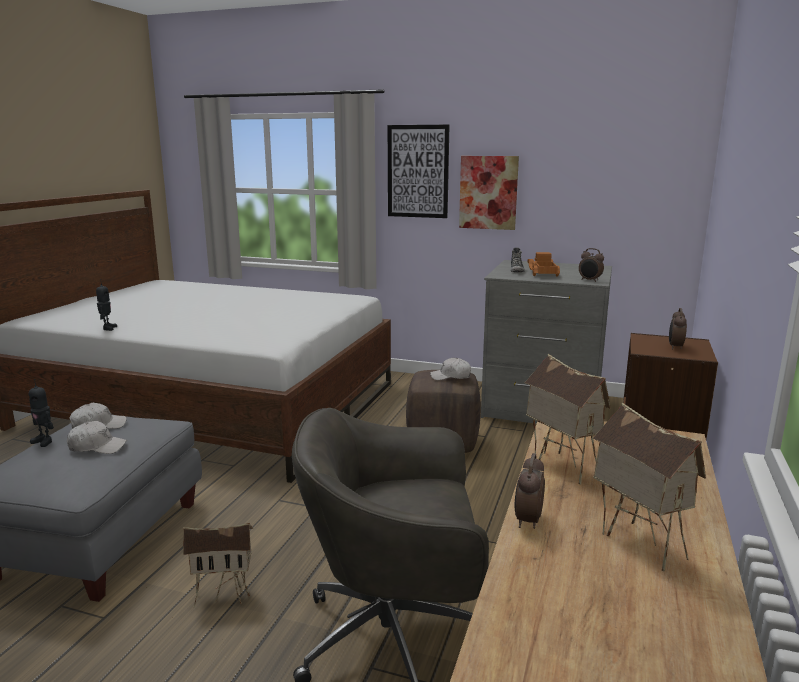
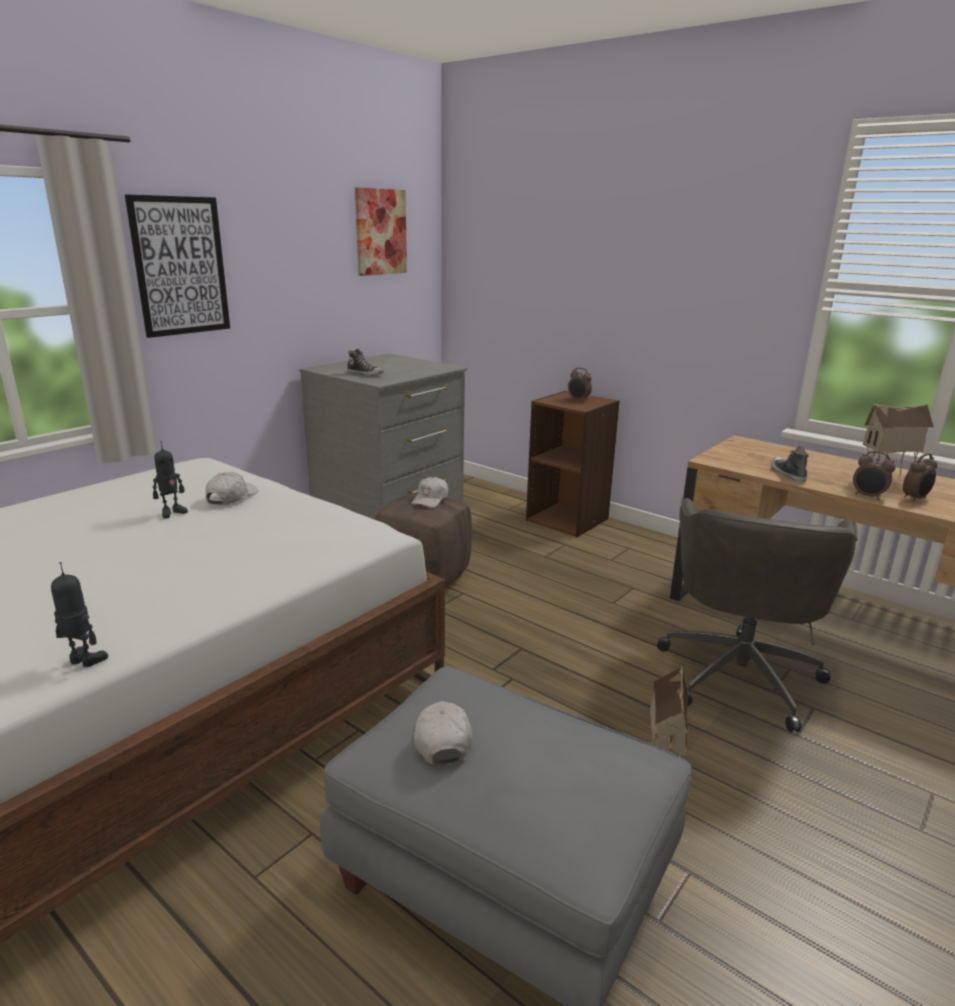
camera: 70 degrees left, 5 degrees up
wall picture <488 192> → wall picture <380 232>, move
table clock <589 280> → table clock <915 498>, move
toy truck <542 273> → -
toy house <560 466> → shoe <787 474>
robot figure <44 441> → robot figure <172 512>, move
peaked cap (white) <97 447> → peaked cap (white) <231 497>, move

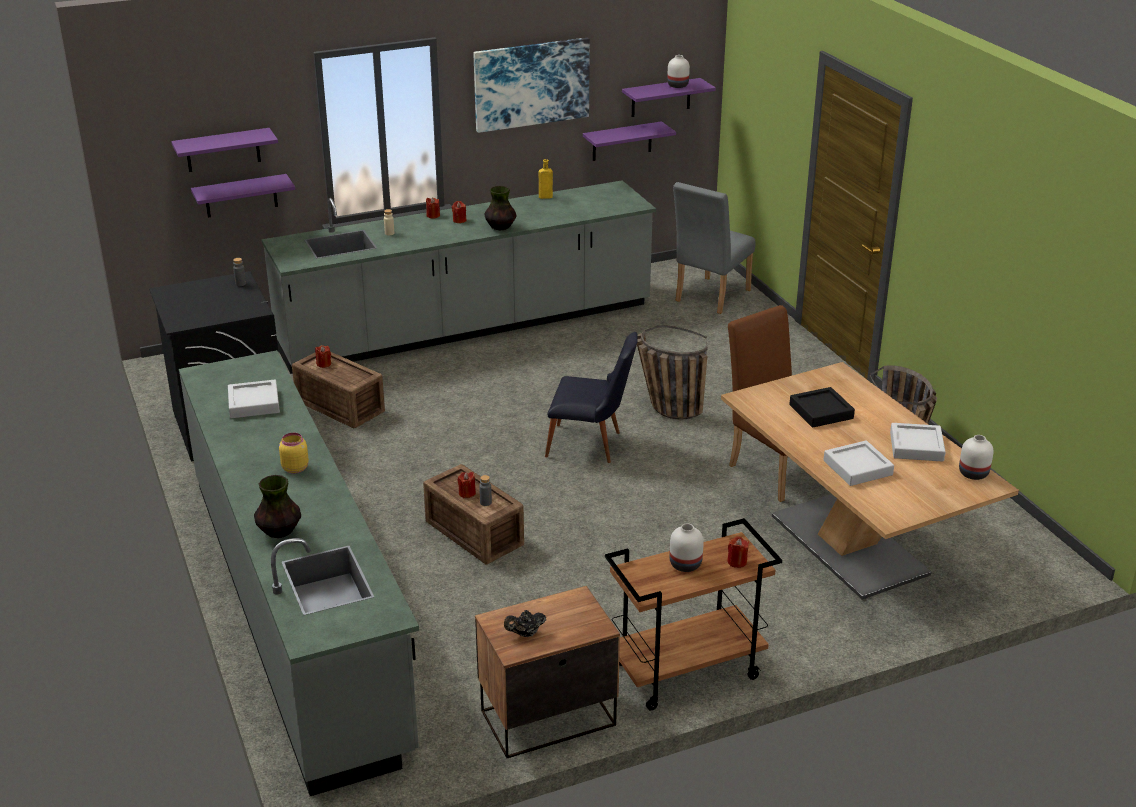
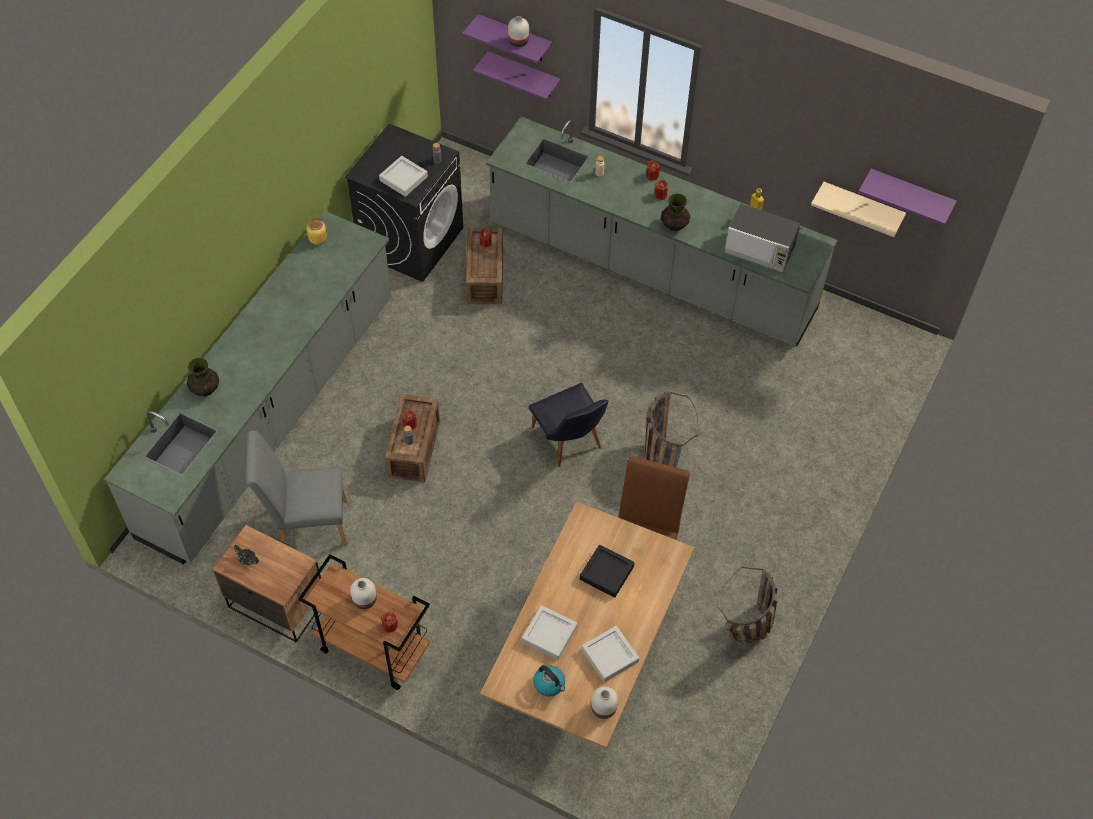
camera: 50 degrees right, 25 degrees up
wall picture <531 84> → -
vase (white) <677 85> → vase (white) <518 41>, move
bracket shelf (purplish) <622 141> → bracket shelf (beige) <861 207>
chair (greyish) <709 297> → chair (greyish) <307 524>, move
tray (greyish) <254 403> → tray (greyish) <403 179>, move
jar (yellow) <295 468> → jar (yellow) <318 239>, move
- → kitchen microwave <759 250>
- → kettle <549 684>

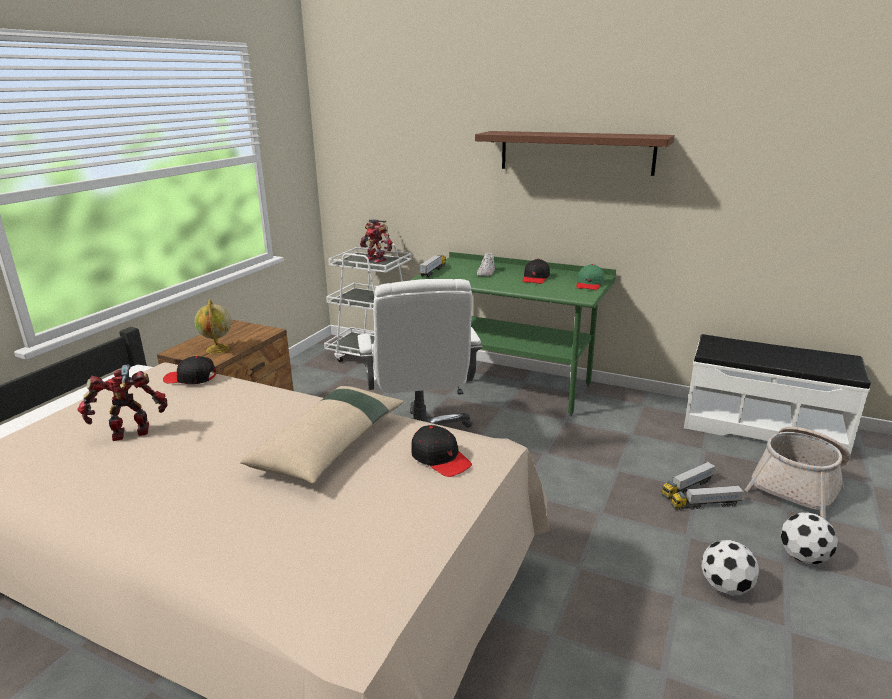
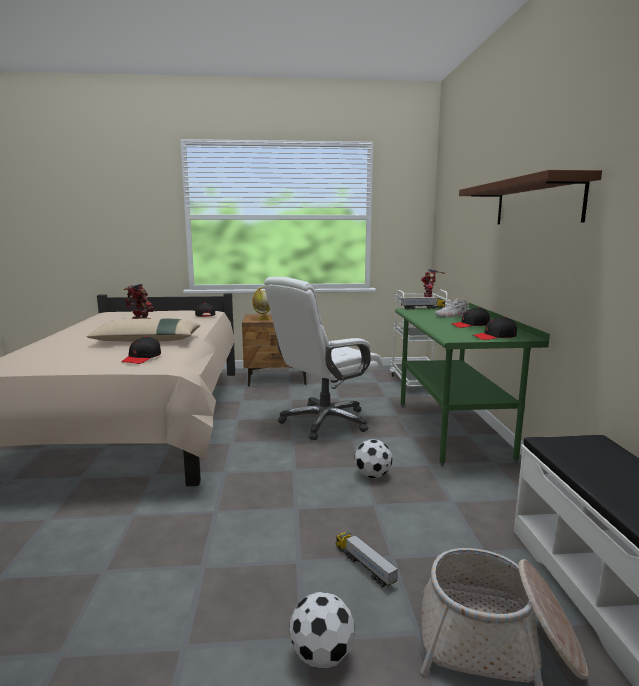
camera: 60 degrees right, 10 degrees down
peaked cap (green-coloured) <589 284> → peaked cap (blackish) <495 337>
toy truck <687 487> → -
ball for football <725 586> → ball for football <373 475>, move

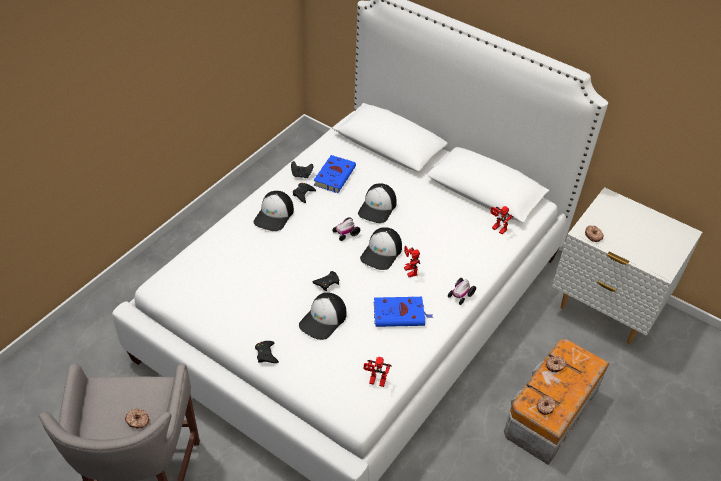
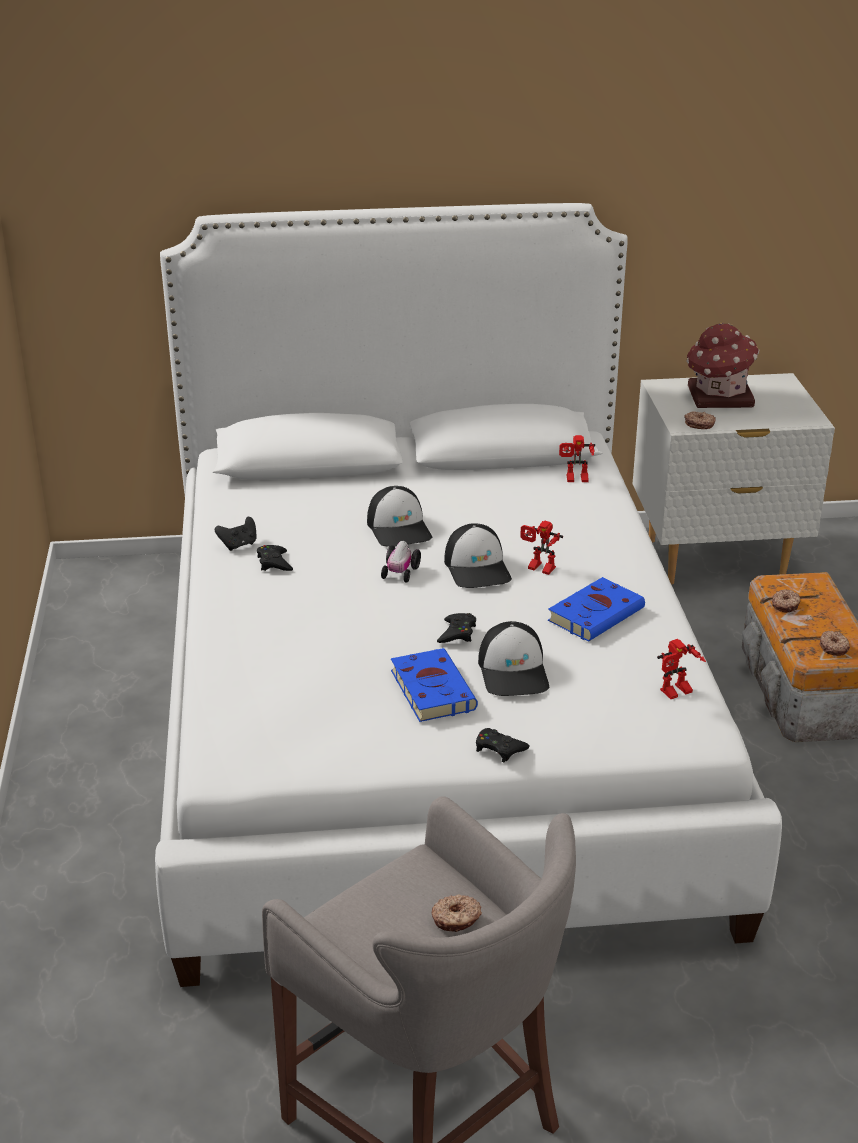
camera: 40 degrees left, 15 degrees down
book (blue) <335 175> → book (blue) <431 689>, move
peaked cap <274 215> → -
toy car <460 295> → -
- → toy house <718 397>

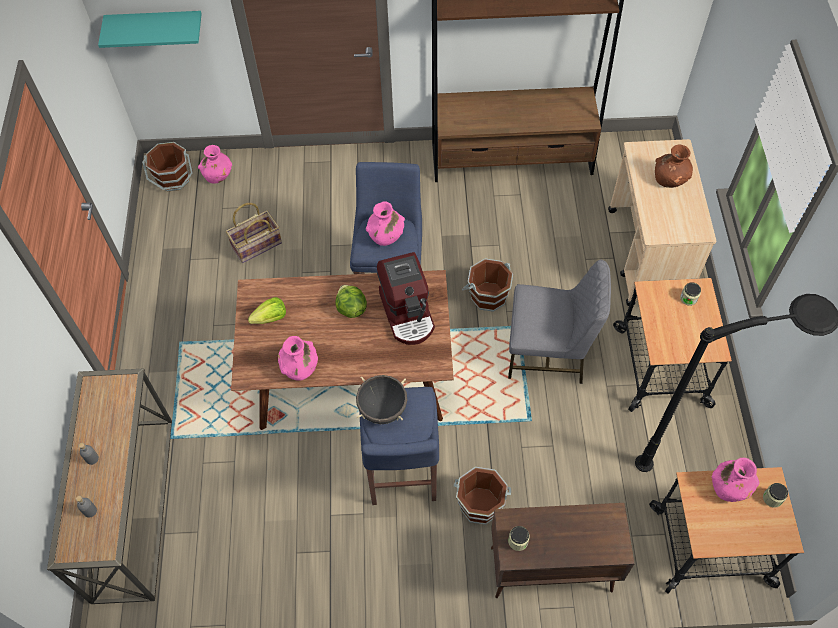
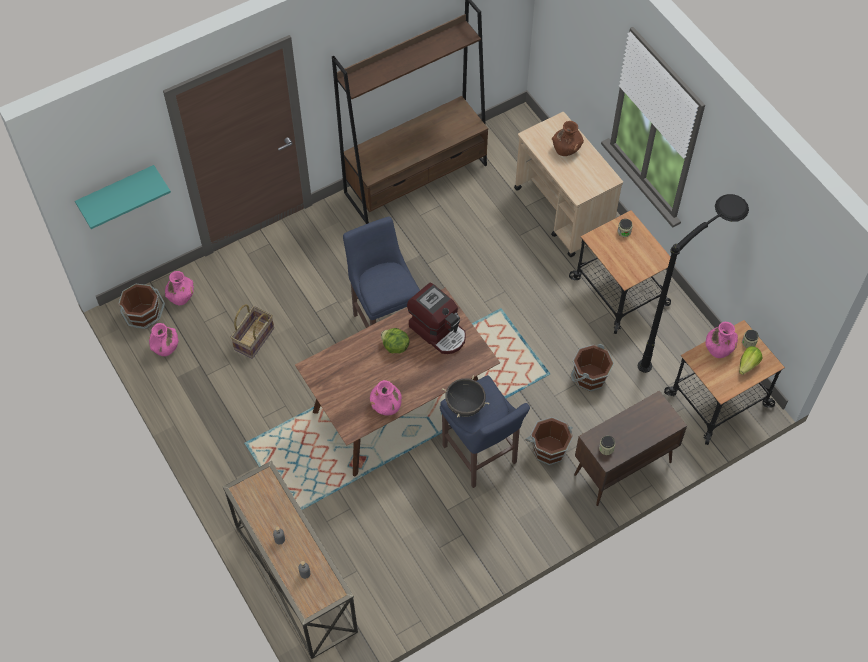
camera: 30 degrees left, 0 degrees up
vase (pink) <386 236> → vase (pink) <165 347>, move
water bucket (brownish) <488 295> → water bucket (brownish) <589 377>, move
chair (greyish) <548 353> → -
head of lettuce <270 318> → head of lettuce <748 364>, move

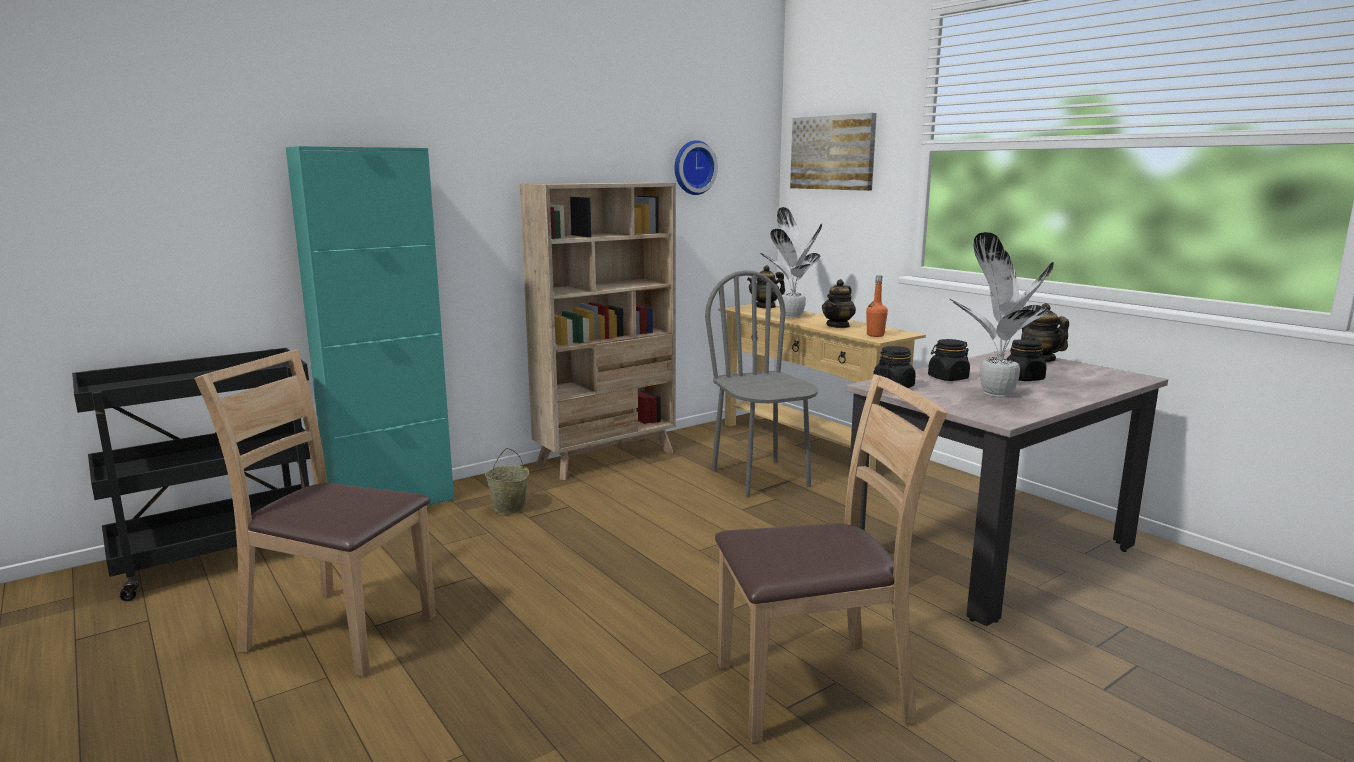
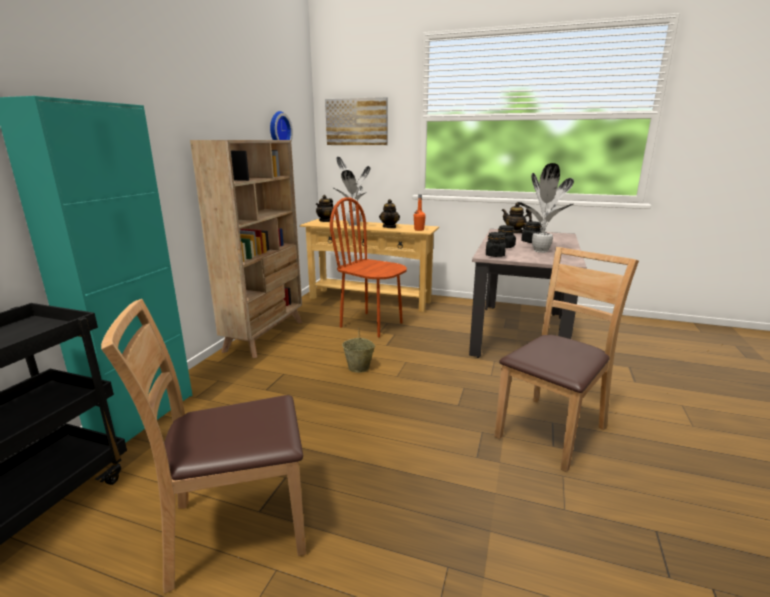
camera: 35 degrees left, 5 degrees up
chair (greyish) <761 478> → chair (brownish) <371 324>
water bucket (beige) <509 508> → water bucket (beige) <359 368>, move

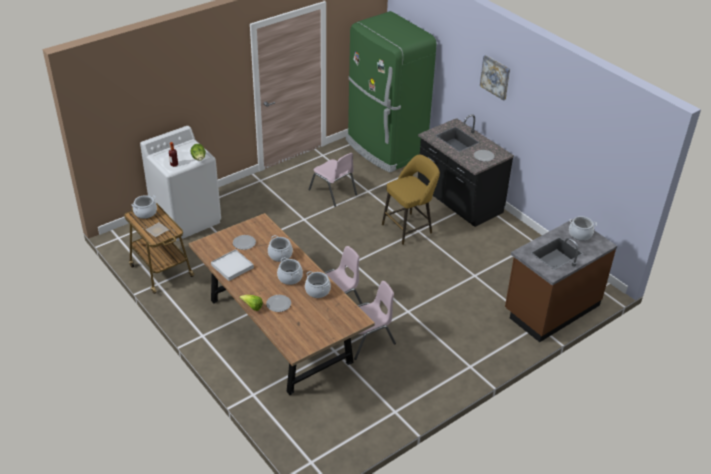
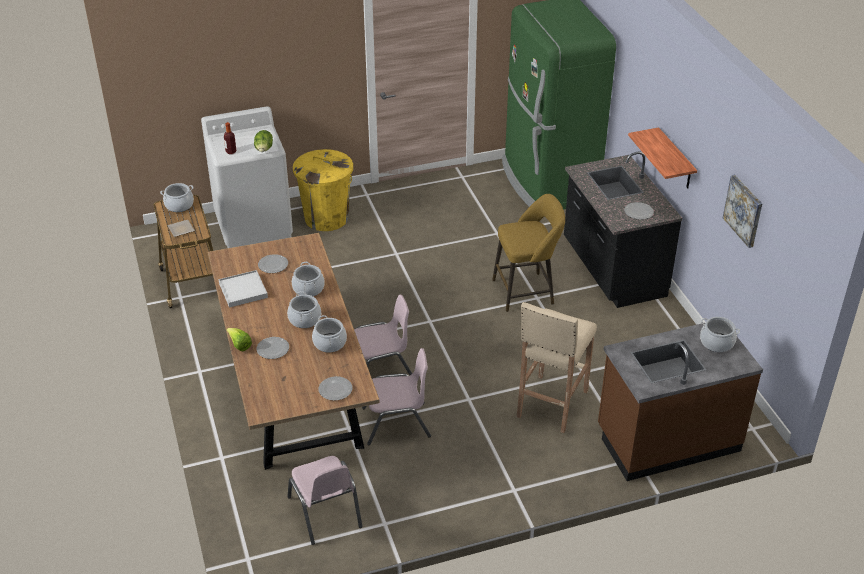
camera: 20 degrees right, 0 degrees up
wall picture <495 77> → wall picture <744 210>, move
chair (pink) <333 192> → chair (pink) <325 512>, move
- → bracket shelf <675 160>
- → rubbish bin (yellow) <326 218>
- → stool seat (beige) <551 405>
- → dinner plate <336 390>

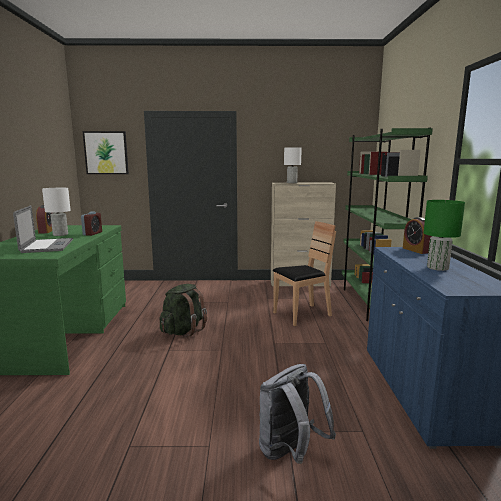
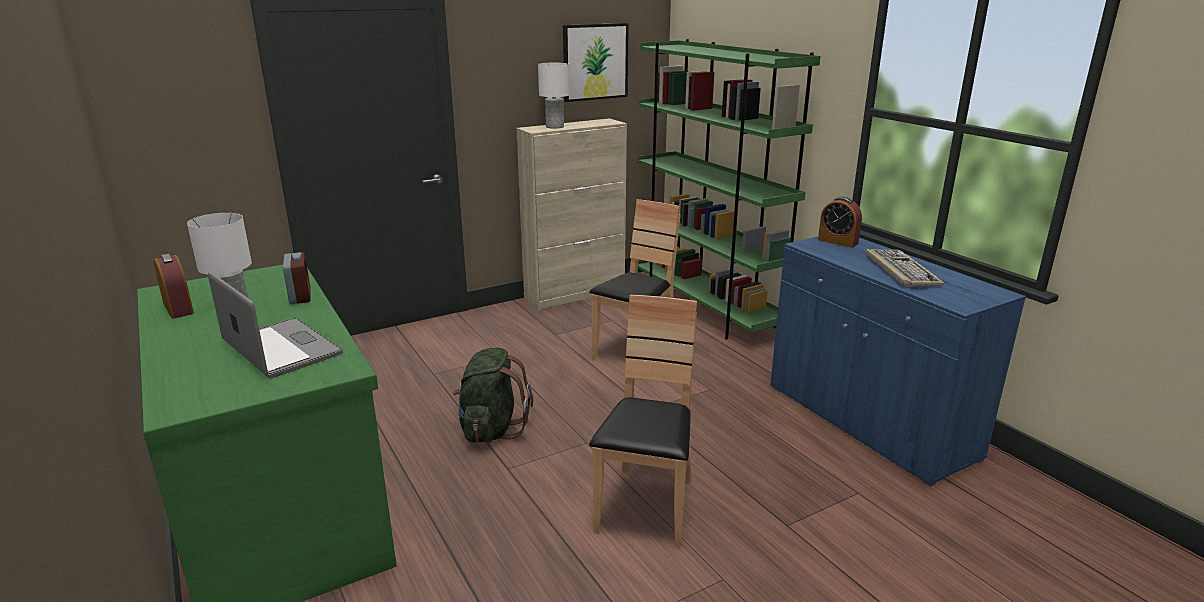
camera: 30 degrees left, 10 degrees up
wall picture <106 153> → wall picture <595 62>, move
lamp for a table (green-coloured) <437 267> → PC keyboard <900 270>
backpack (greyish) <290 452> → -
- → chair (brownish) <646 507>

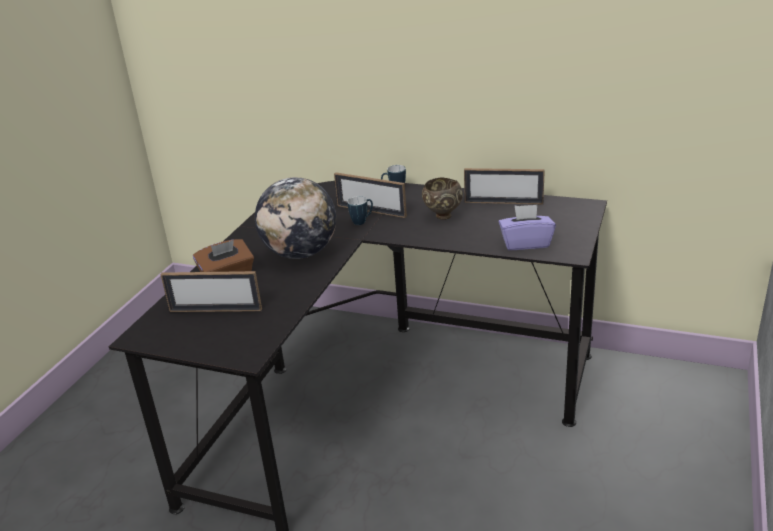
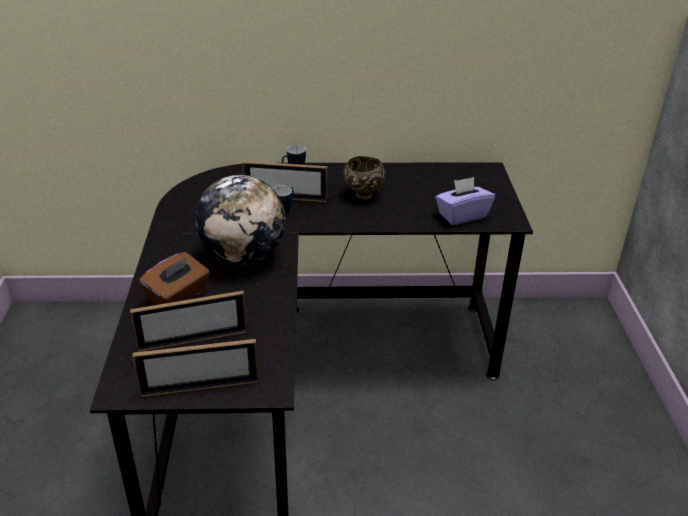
camera: 25 degrees left, 5 degrees up
picture frame <503 202> → picture frame <200 387>, move

